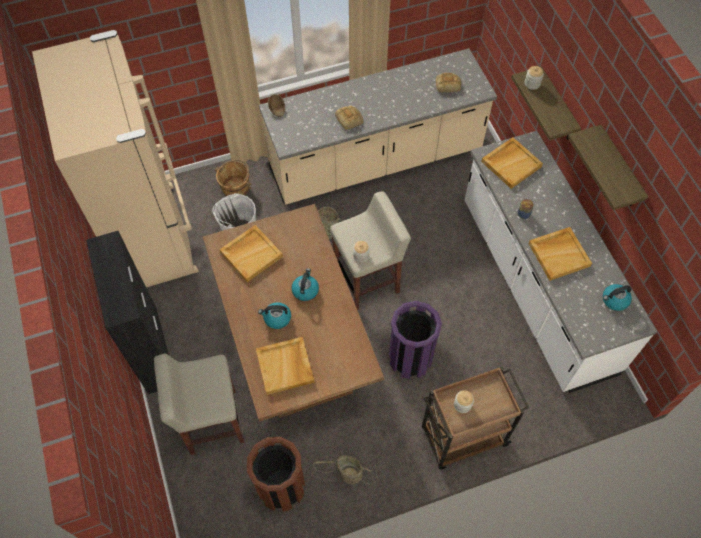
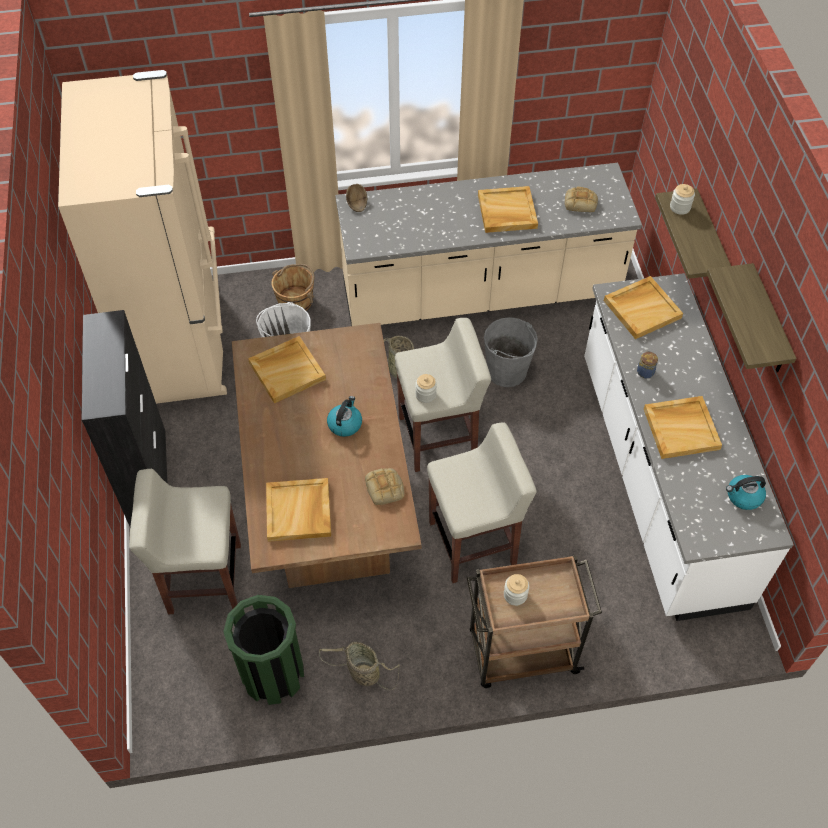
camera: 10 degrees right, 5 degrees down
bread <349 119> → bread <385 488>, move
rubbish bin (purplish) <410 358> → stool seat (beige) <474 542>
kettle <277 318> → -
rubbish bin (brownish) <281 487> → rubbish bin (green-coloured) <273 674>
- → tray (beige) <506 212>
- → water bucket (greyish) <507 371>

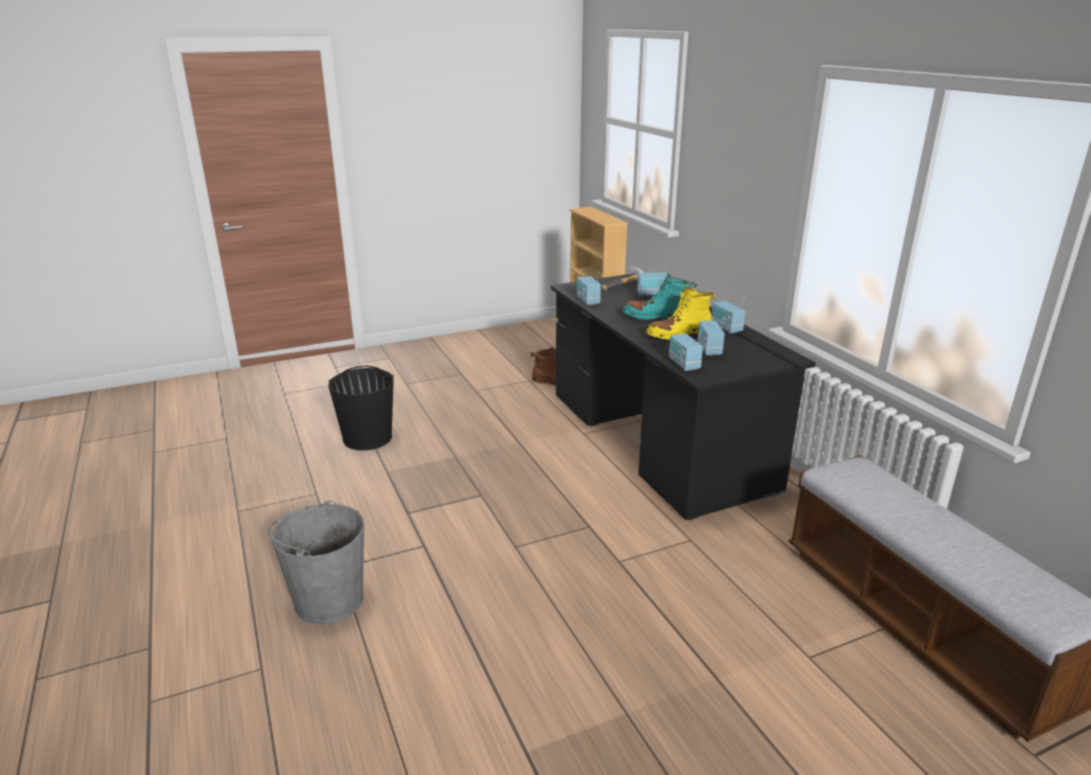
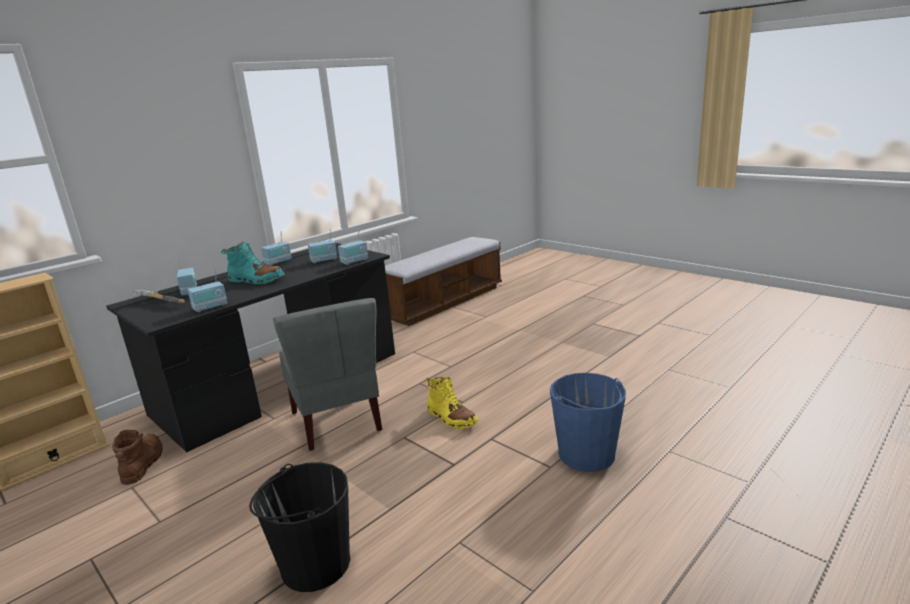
camera: 110 degrees left, 5 degrees down
high-top boot (turquoise-coloured) <657 317> → high-top boot (turquoise-coloured) <256 280>, 60 degrees counterclockwise
high-top boot (yellow) <678 334> → high-top boot (yellow) <451 418>, move
water bucket (greyish) <328 600> → water bucket (blue) <586 454>
- → chair (greyish) <338 421>

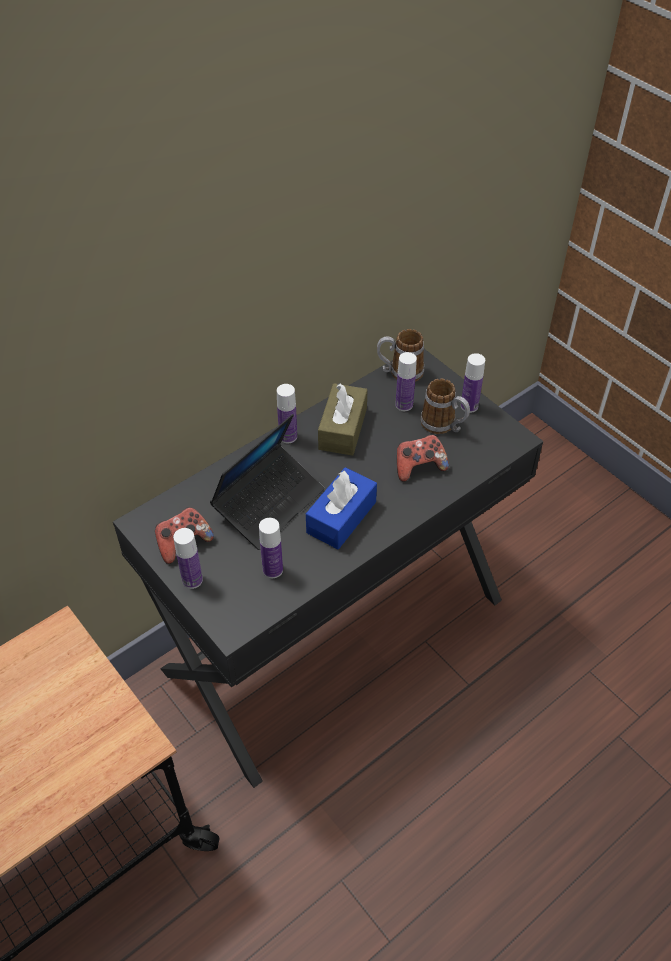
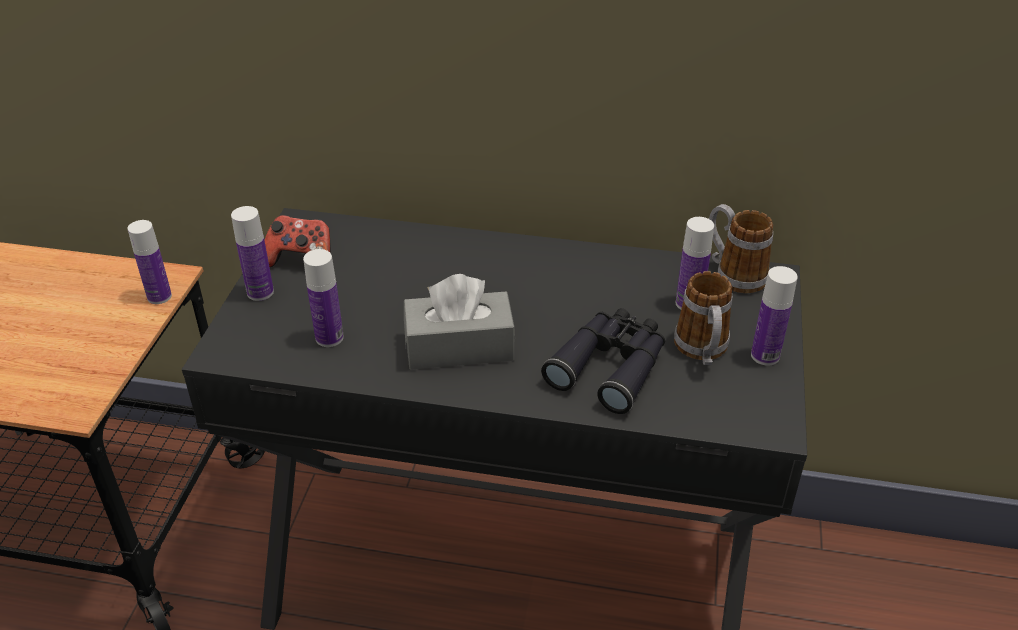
camera: 50 degrees right, 10 degrees down
tissue box (brownish) <343 429> → -
bottle <288 436> → bottle <159 296>, move
portable computer <269 503> → -
joypad <419 467> → binoculars (blackish) <610 366>
tissue box (blue) <341 517> → tissue box (greyish) <459 347>

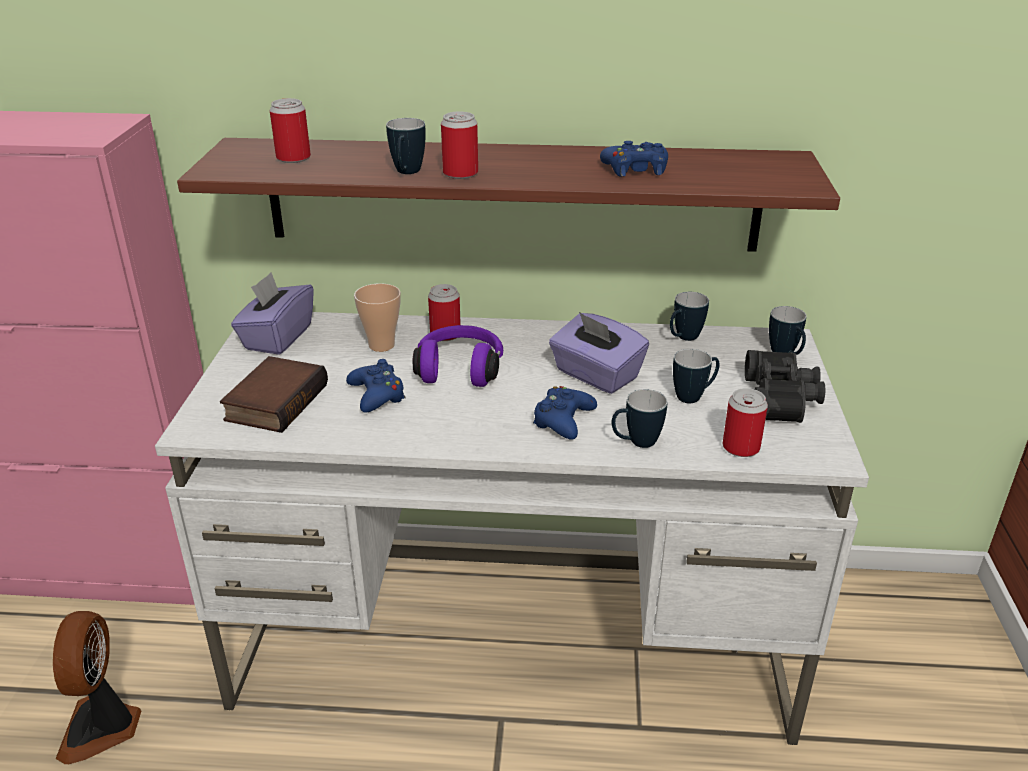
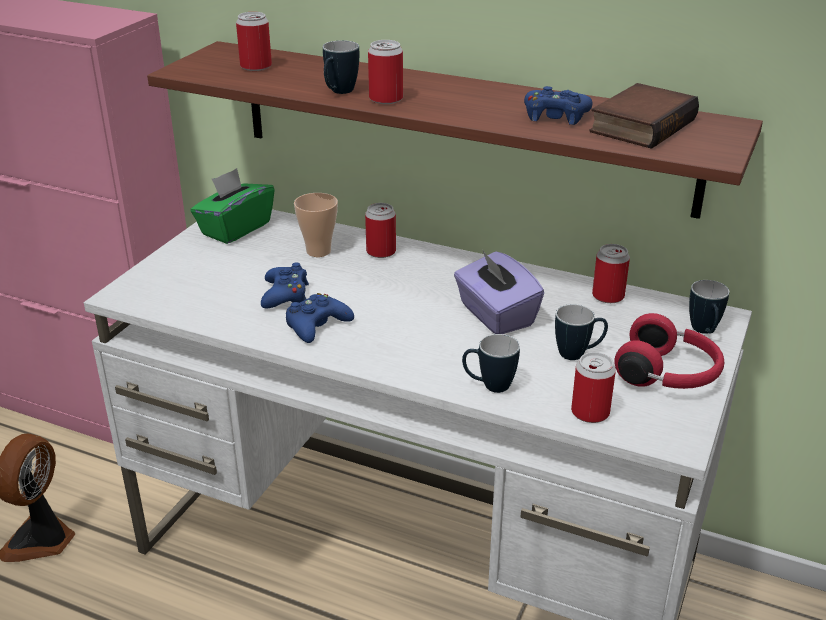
camera: 20 degrees right, 0 degrees up
tissue box (purplish) <277 337> → tissue box (green-coloured) <235 228>
coffee mug <683 338> → can <608 296>
headphones (purplish) <460 369> → -
binoculars (blackish) <782 399> → headphones (reddish) <668 375>
book <275 401> → book <640 125>, move
joypad (blue) <563 420> → joypad (blue) <317 325>, move

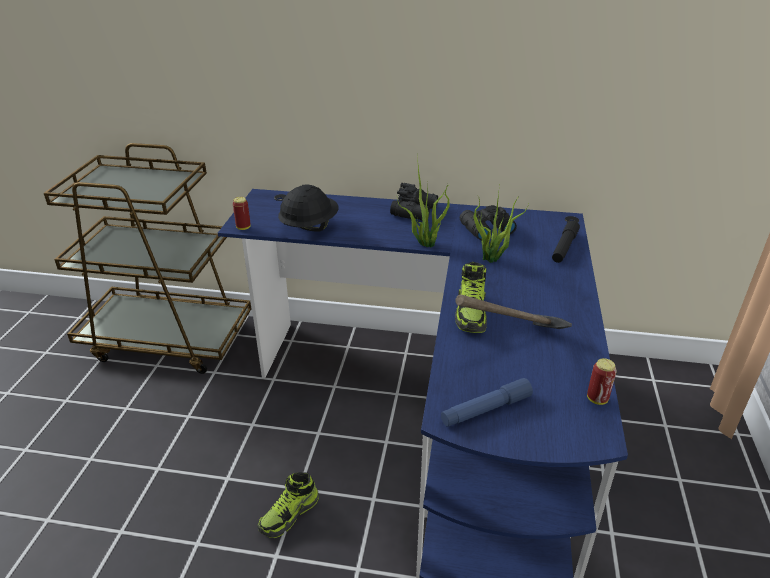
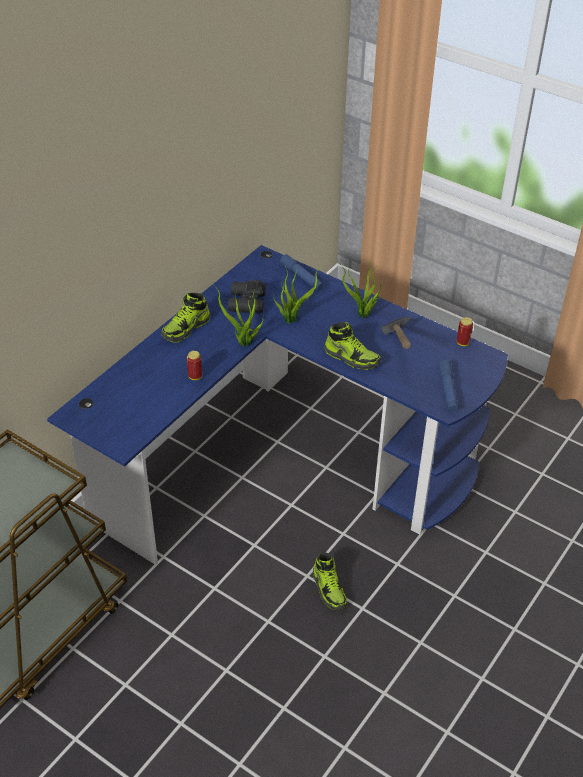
camera: 65 degrees left, 10 degrees up
binoculars (blackish) <415 211> → shoe <186 328>
hard hat (blackish) <309 227> → -
can <243 227> → can <195 376>, move
torch (blackish) <564 247> → torch (blue) <301 277>
- → plant in a pot <363 315>

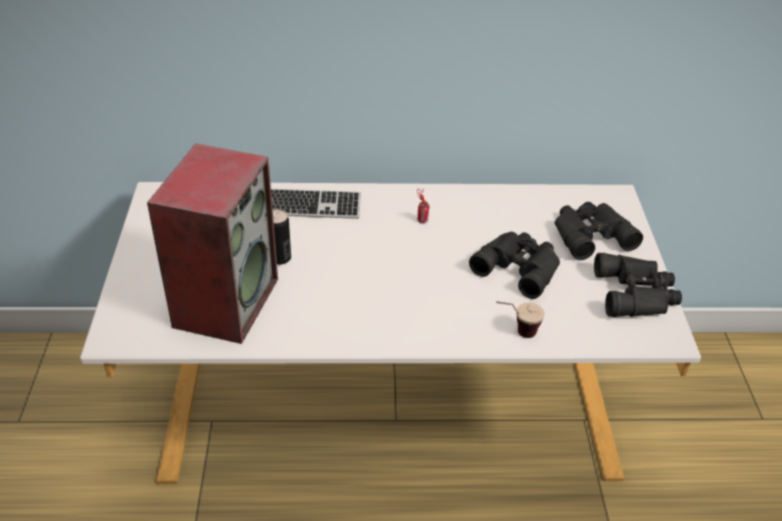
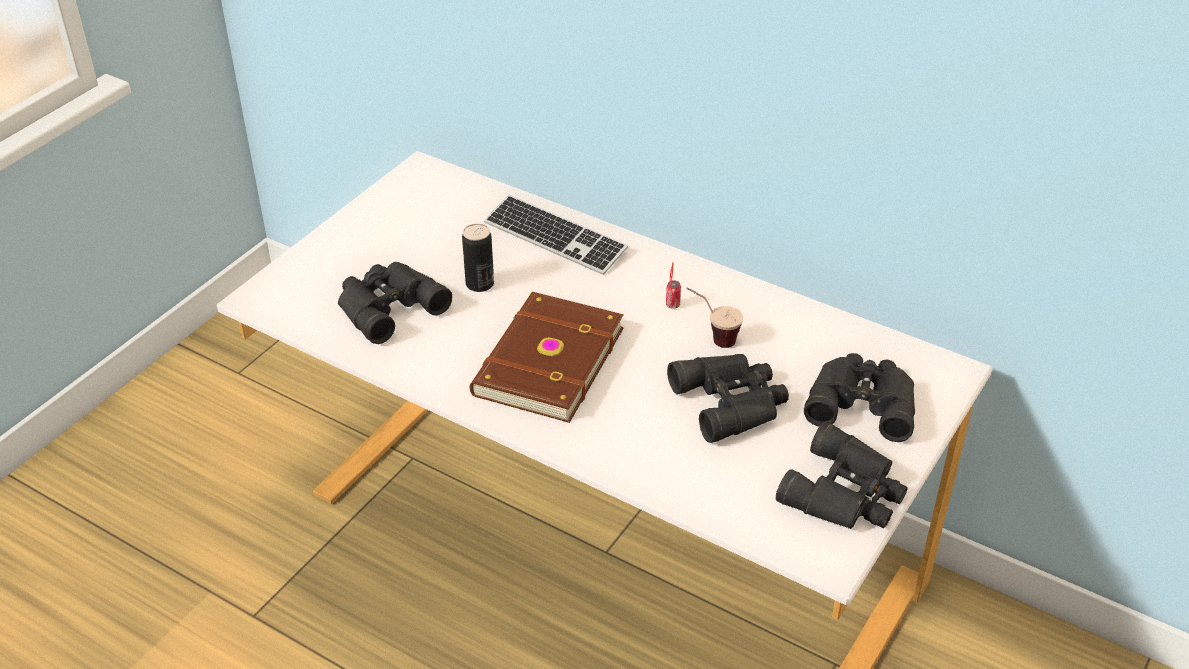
camera: 35 degrees right, 0 degrees up
speaker <225 301> → binoculars (blackish) <387 306>
drinking cup <515 333> → drinking cup <711 337>, move
- → book (brownish) <545 361>

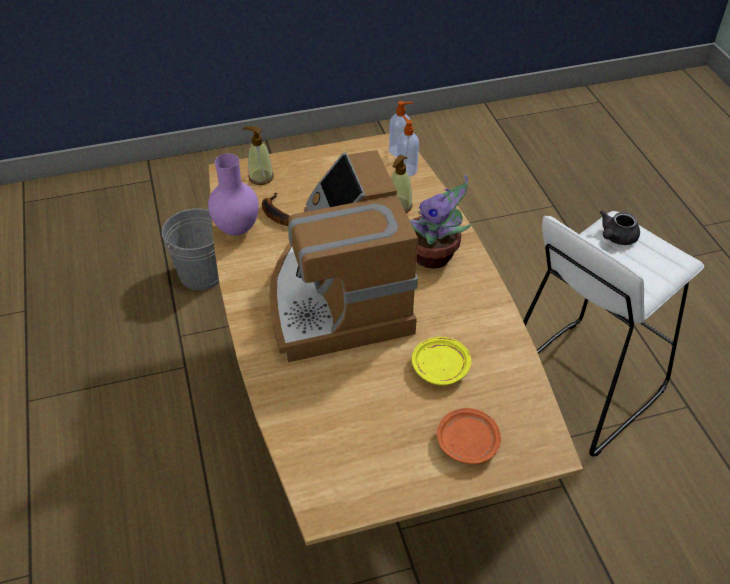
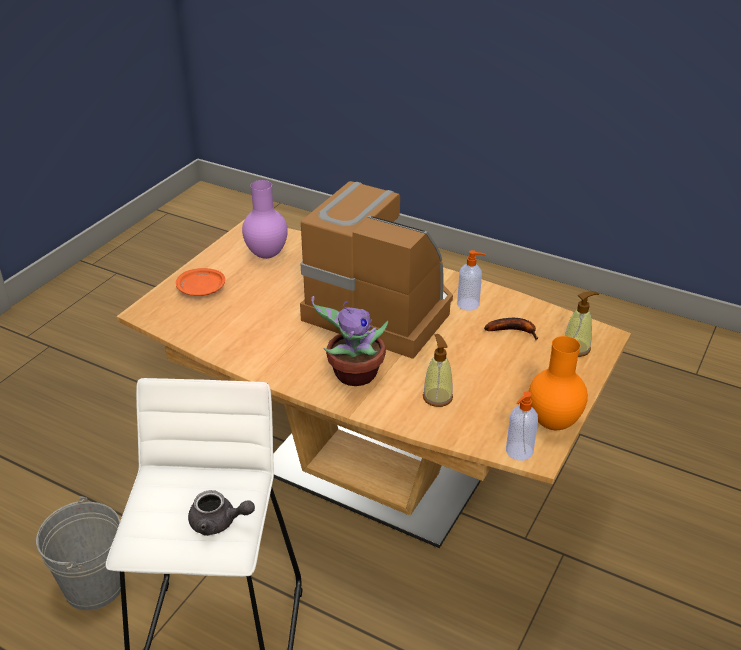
camera: 135 degrees right, 10 degrees down
soap dispenser <406 169> → soap dispenser <469 304>, move
vase (purplish) <237 230> → vase (purplish) <265 255>, move
water bucket (greyish) <202 274> → water bucket (greyish) <94 585>, move
tea pot (greyish) <616 238> → tea pot (greyish) <219 523>, 105 degrees clockwise
dinner plate (yellow) <440 367> → -
- → vase (orange-coloured) <552 422>

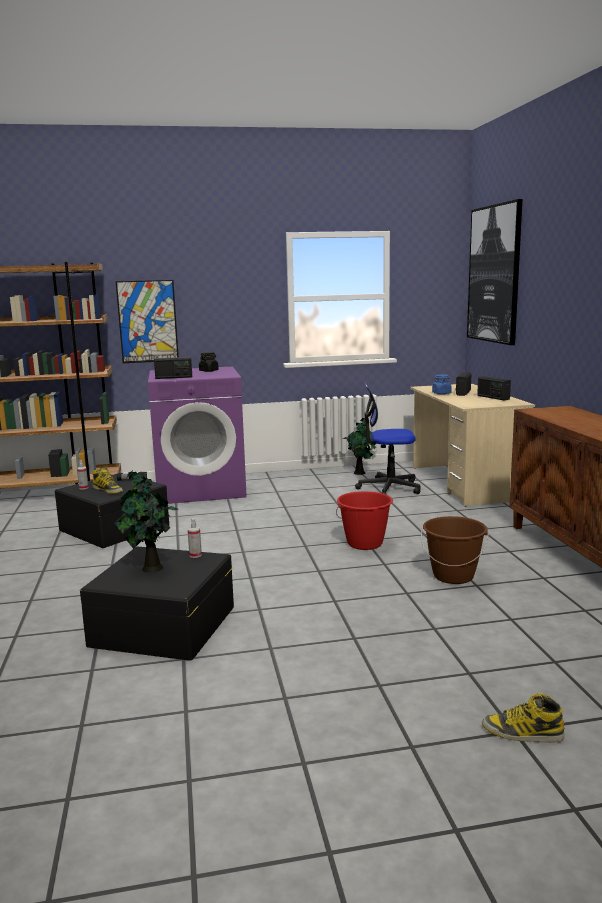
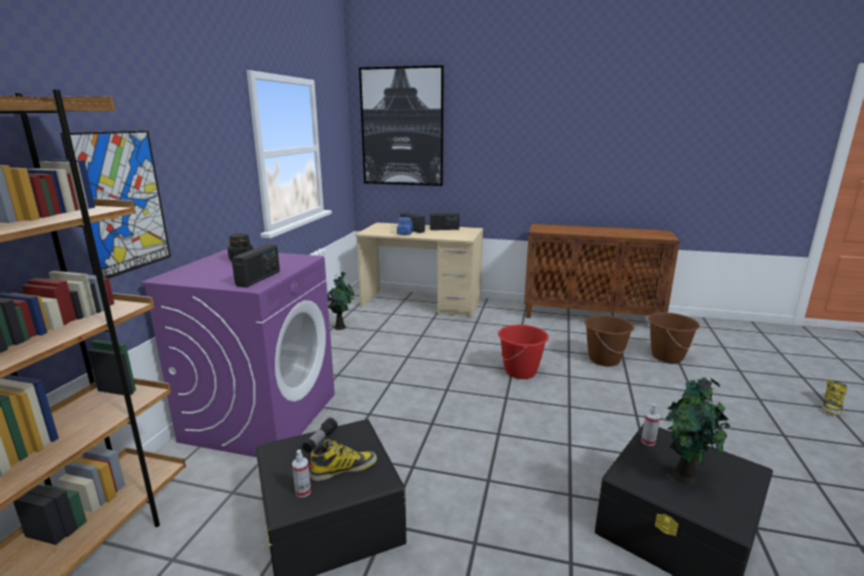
camera: 65 degrees left, 5 degrees up
computer chair <389 488> → -
- → water bucket (brownish) <667 356>

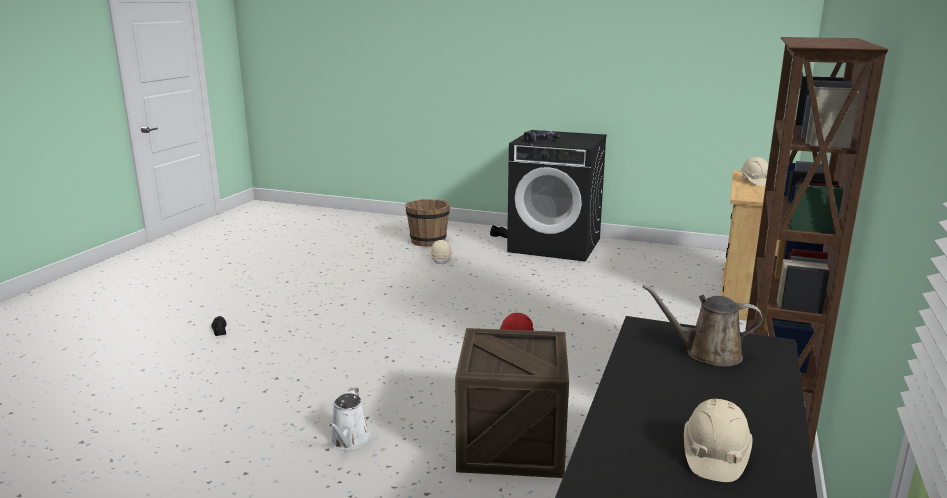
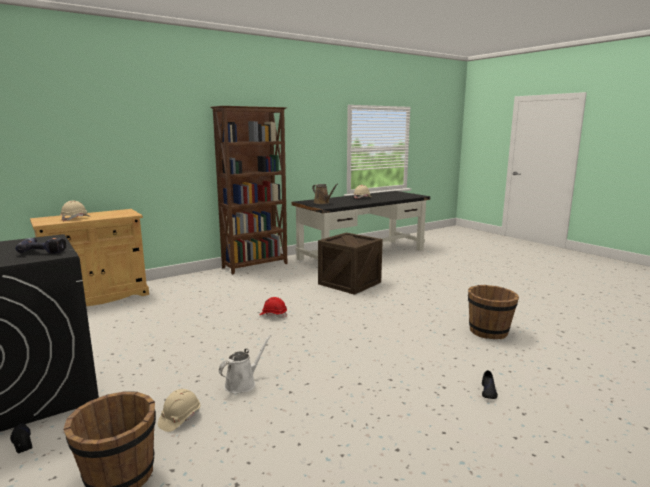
camera: 145 degrees left, 5 degrees down
sprinkling can (white) <349 440> → sprinkling can (white) <242 383>, move
- → water bucket (brownish) <489 331>

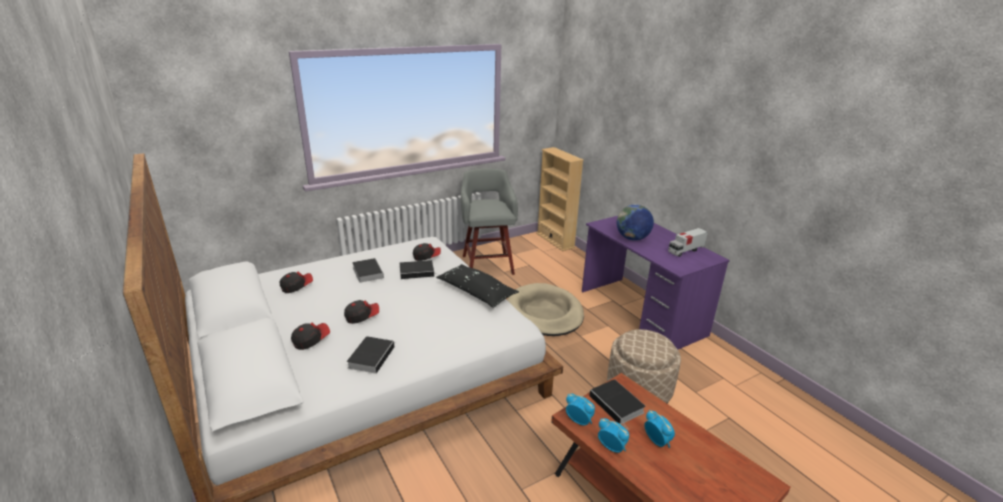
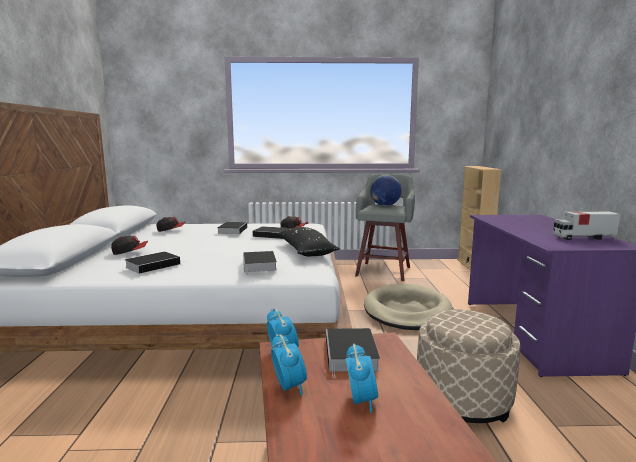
camera: 30 degrees right, 15 degrees down
globe <632 238> → globe <385 205>, move
peaked cap <362 317> → -
- → book <259 265>

